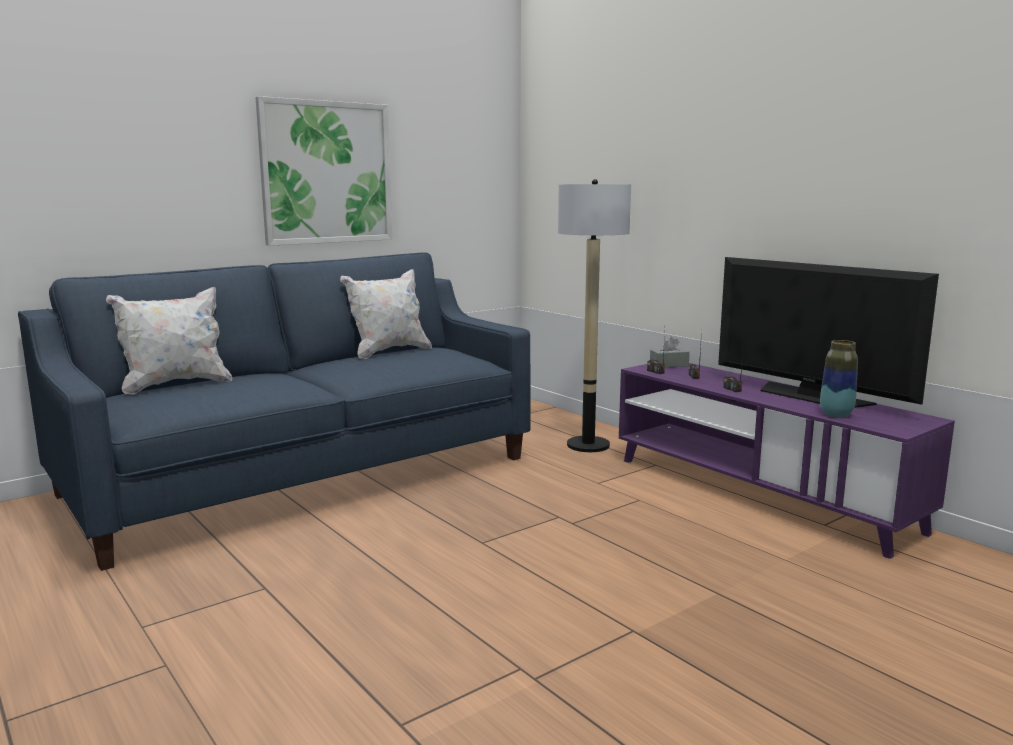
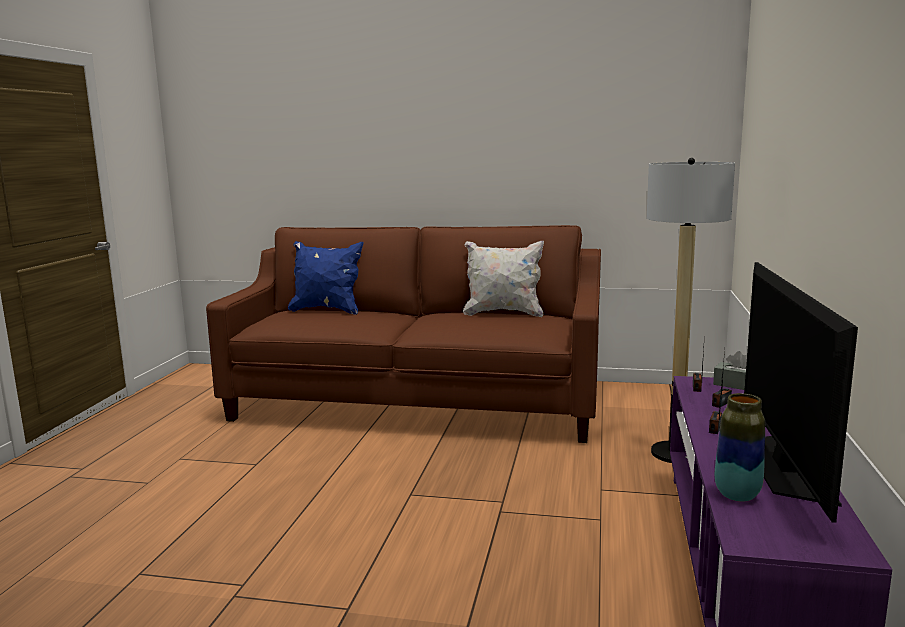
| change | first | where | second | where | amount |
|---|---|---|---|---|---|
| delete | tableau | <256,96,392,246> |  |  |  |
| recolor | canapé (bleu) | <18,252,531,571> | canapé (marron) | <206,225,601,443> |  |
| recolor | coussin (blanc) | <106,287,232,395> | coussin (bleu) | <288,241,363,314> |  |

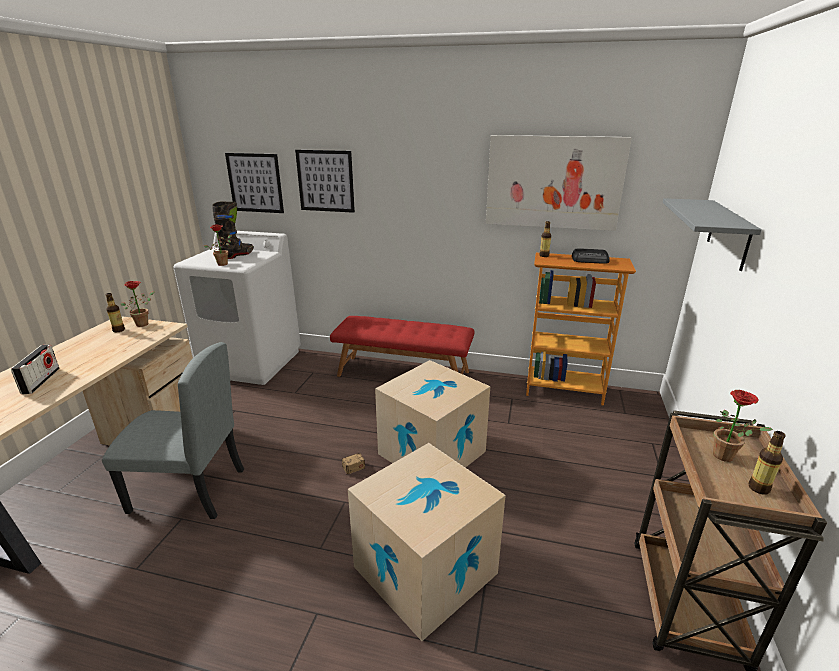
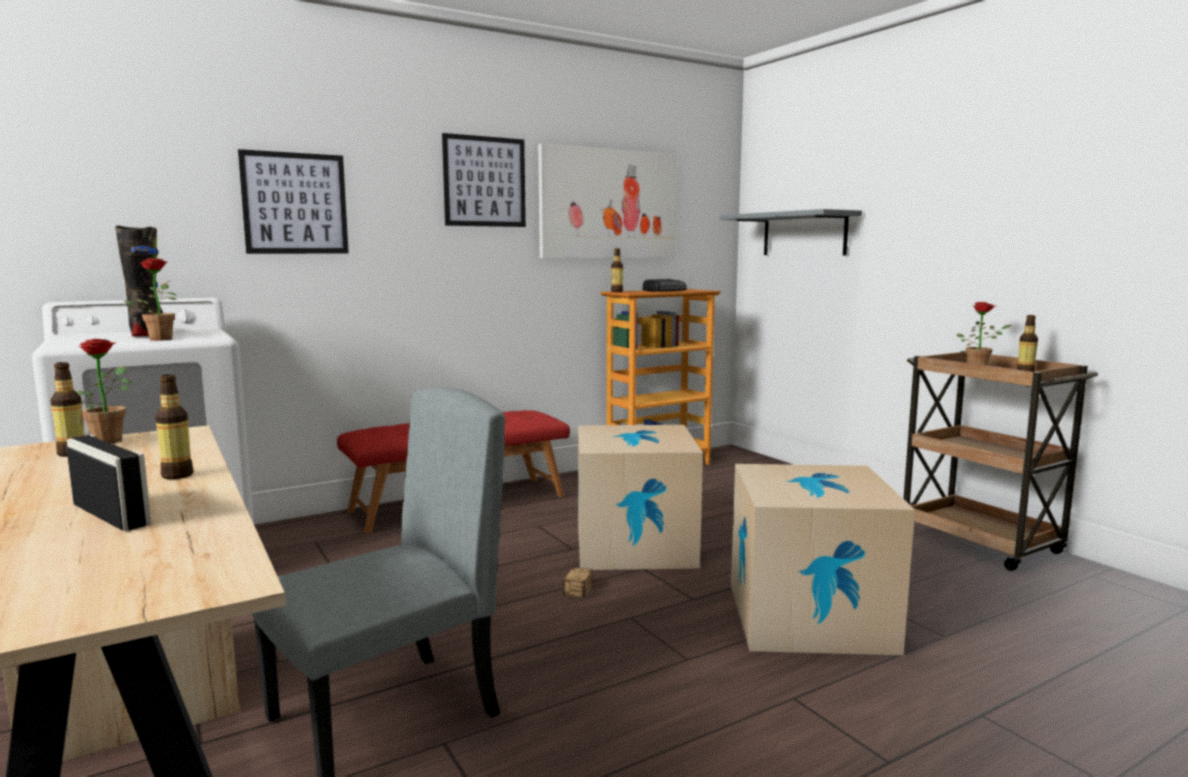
| change | first | where | second | where | amount |
|---|---|---|---|---|---|
| insert |  |  | bouteille | <155,374,193,479> |  |
| move | tableau | <225,153,284,213> |  | <442,133,526,227> |  |

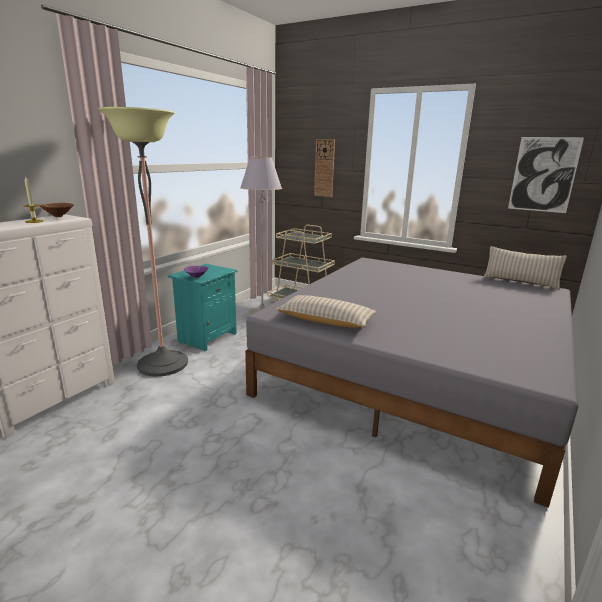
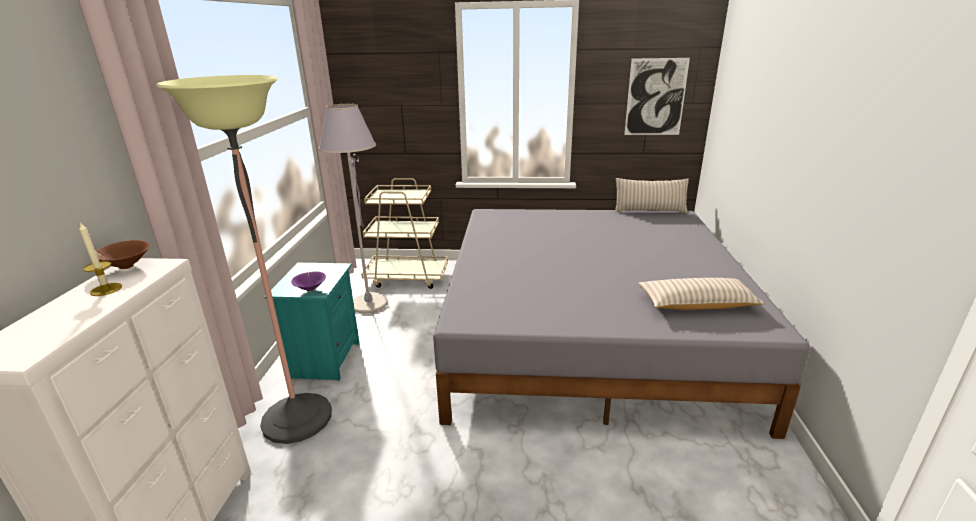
| change | first | where | second | where | amount |
|---|---|---|---|---|---|
| delete | horloge murale | <314,139,335,197> |  |  |  |
| move | coussin (beige) | <275,295,377,328> |  | <638,278,765,310> |  |

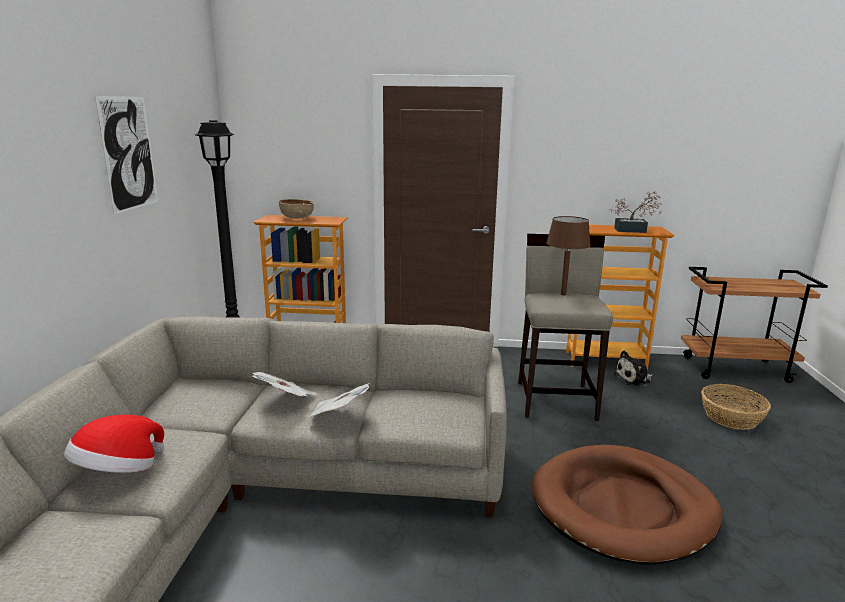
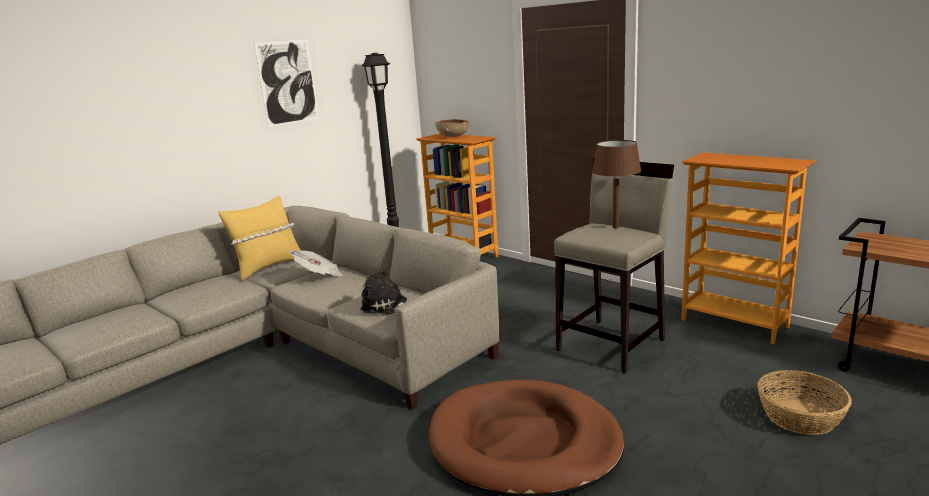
| change | first | where | second | where | amount |
|---|---|---|---|---|---|
| delete | chapeau | <64,415,164,473> |  |  |  |
| delete | journal | <307,383,370,418> |  |  |  |
| delete | plante en pot | <610,191,662,233> |  |  |  |
| insert |  |  | coussin (jaune) | <218,196,301,280> |  |
| move | peluche | <613,350,653,387> |  | <360,267,407,315> |  |

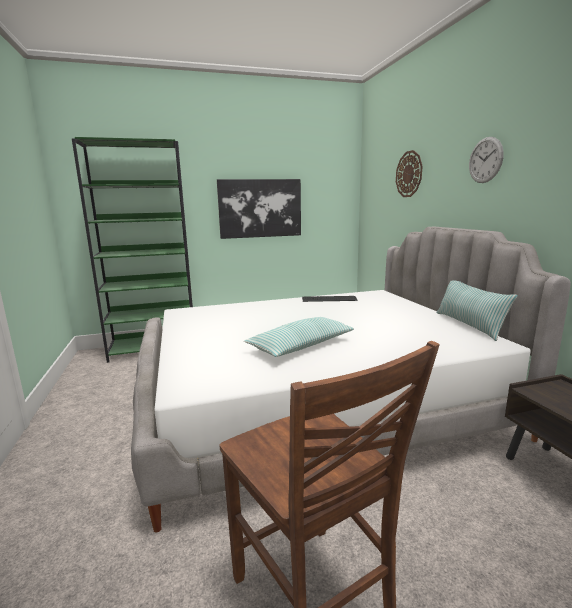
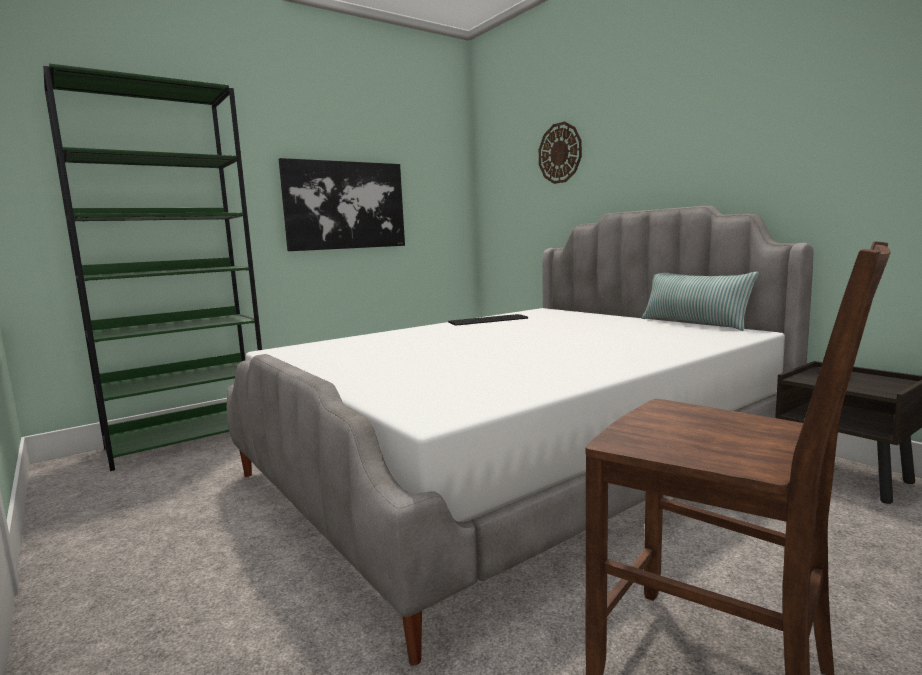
| change | first | where | second | where | amount |
|---|---|---|---|---|---|
| delete | coussin | <244,317,354,357> |  |  |  |
| delete | horloge murale | <469,137,504,183> |  |  |  |

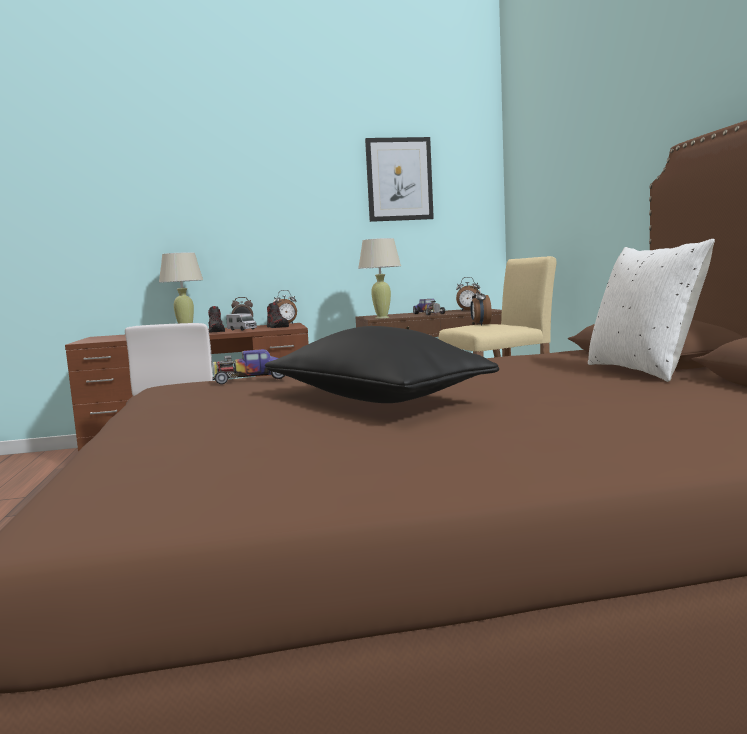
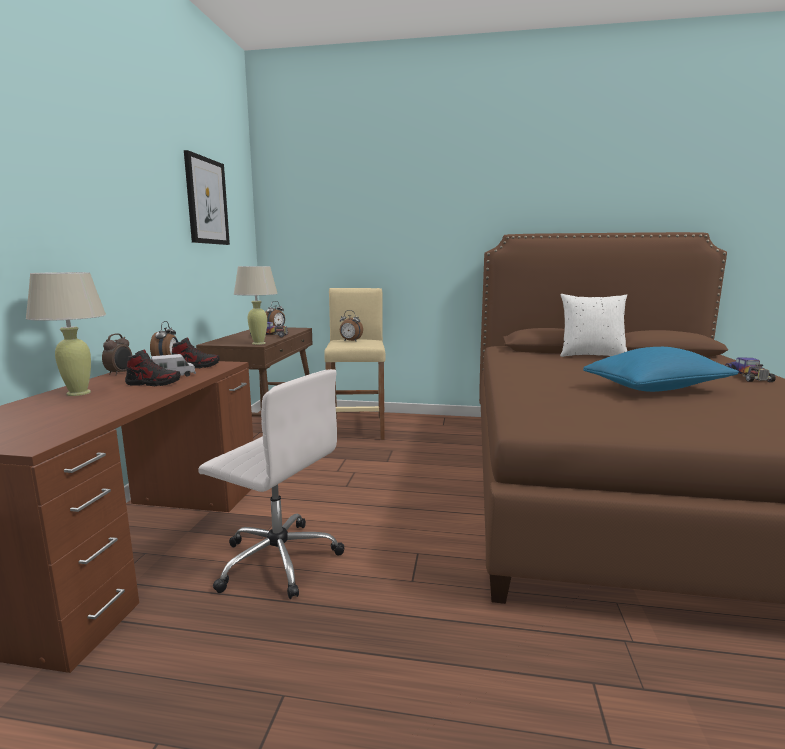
| change | first | where | second | where | amount |
|---|---|---|---|---|---|
| move | petite voiture | <212,349,285,384> |  | <725,357,776,382> |  |
| recolor | coussin (noir) | <265,326,499,403> | coussin (bleu) | <583,347,739,392> |  |

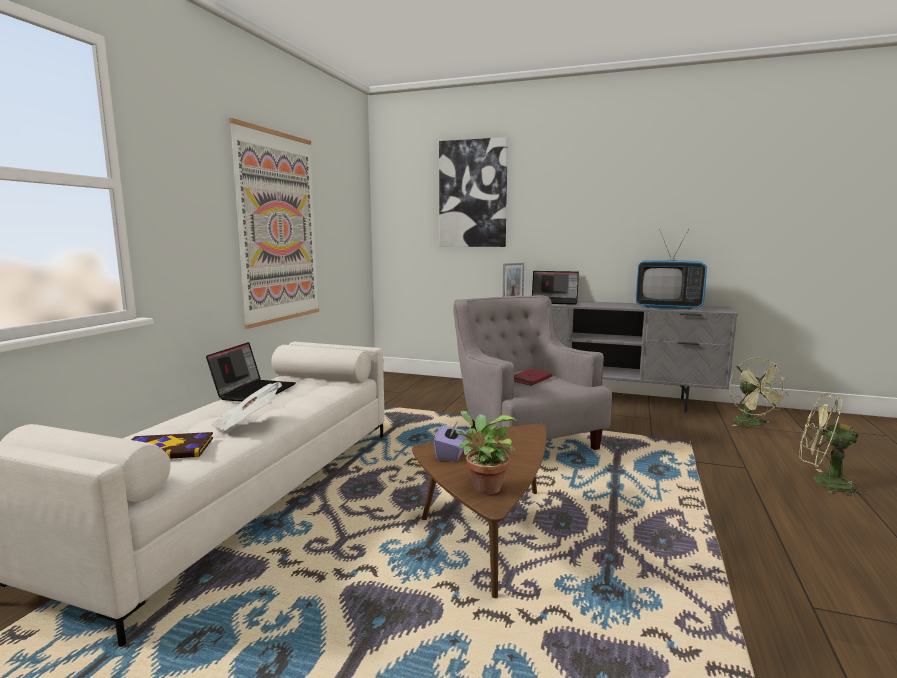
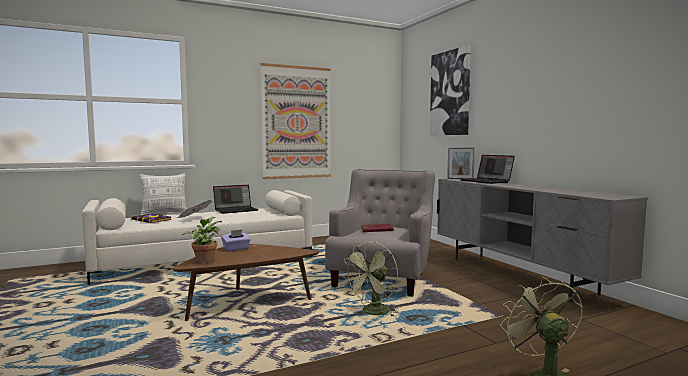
| change | first | where | second | where | amount |
|---|---|---|---|---|---|
| delete | téléviseur | <635,229,707,310> |  |  |  |
| insert |  |  | coussin | <140,173,187,215> |  |
| move | ventilateur (vert) | <729,357,789,426> |  | <342,242,398,316> |  |

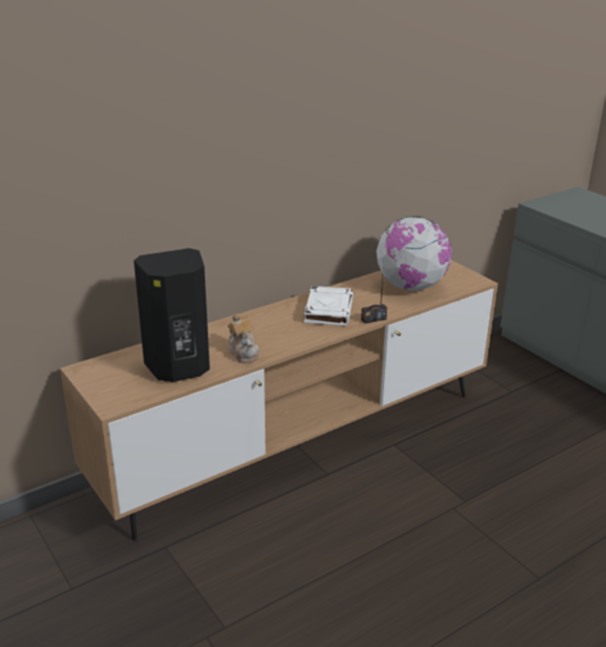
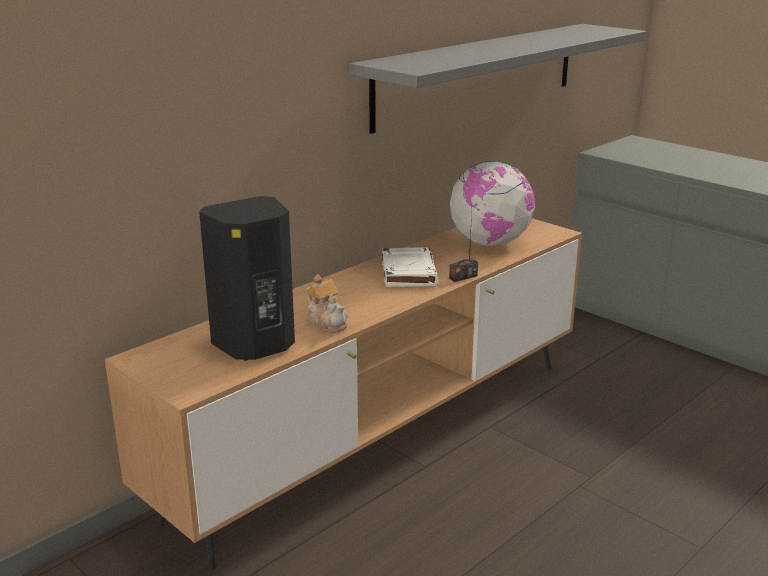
| change | first | where | second | where | amount |
|---|---|---|---|---|---|
| insert |  |  | étagère (gris) | <349,24,646,134> |  |

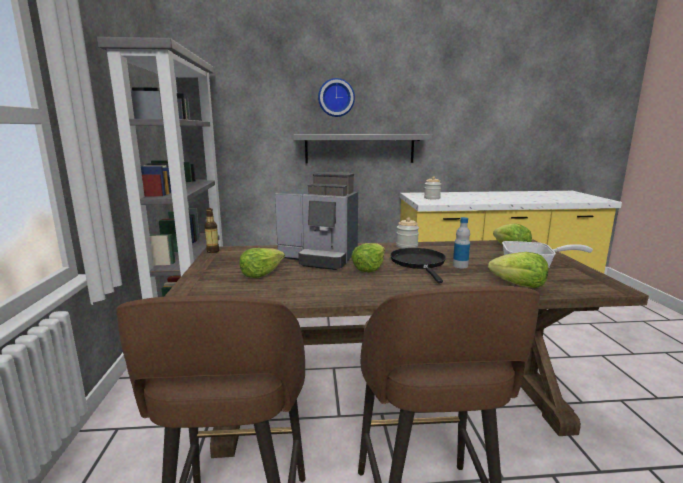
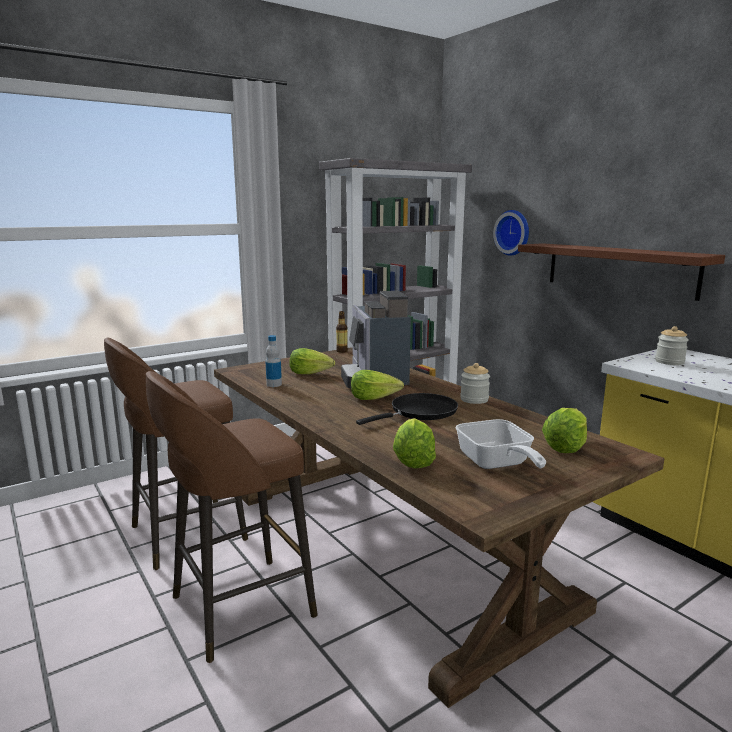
| change | first | where | second | where | amount |
|---|---|---|---|---|---|
| move | horloge murale | <318,78,355,117> |  | <493,210,529,256> |  |
| move | bouteille | <453,217,470,268> |  | <265,335,282,387> |  |
| recolor | étagère (gris) | <293,134,432,163> | étagère (marron) | <518,243,725,301> |  |

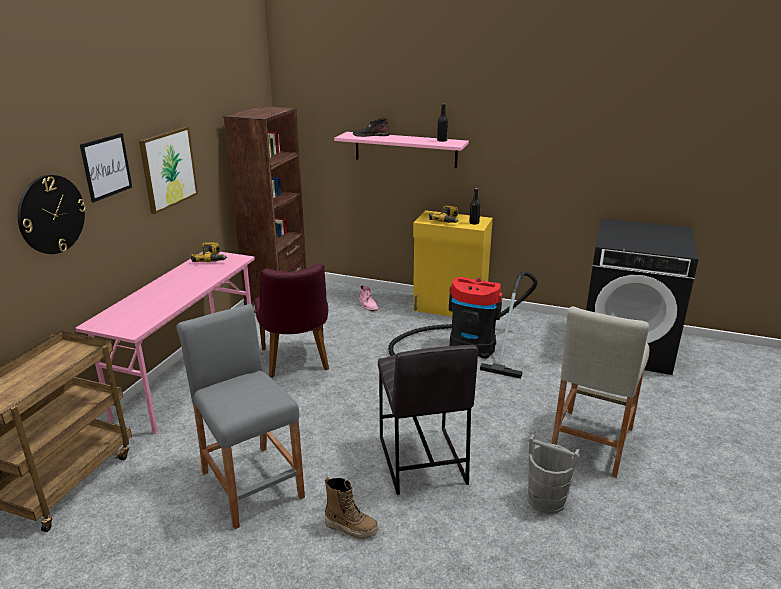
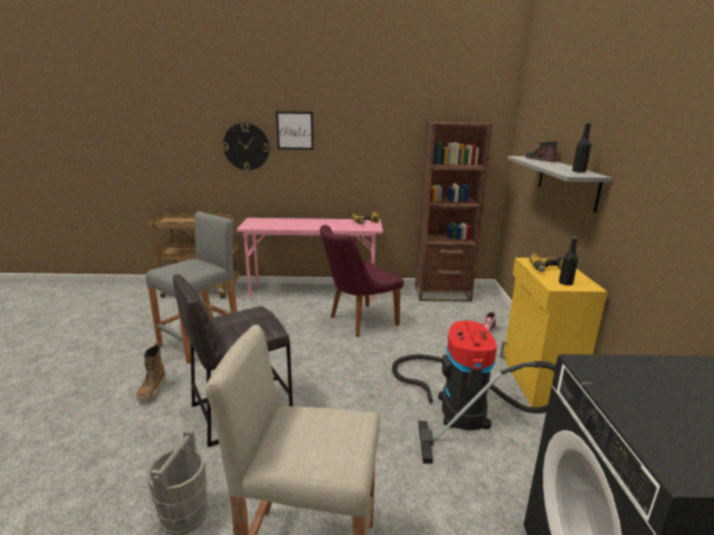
| change | first | where | second | where | amount |
|---|---|---|---|---|---|
| delete | tableau | <139,127,198,214> |  |  |  |
| recolor | étagère (rose) | <334,132,469,168> | étagère (gris) | <507,156,612,213> |  |

